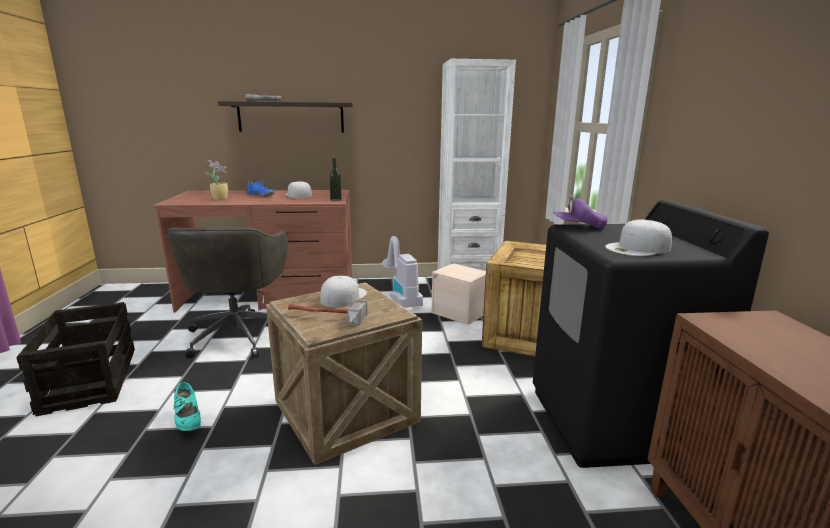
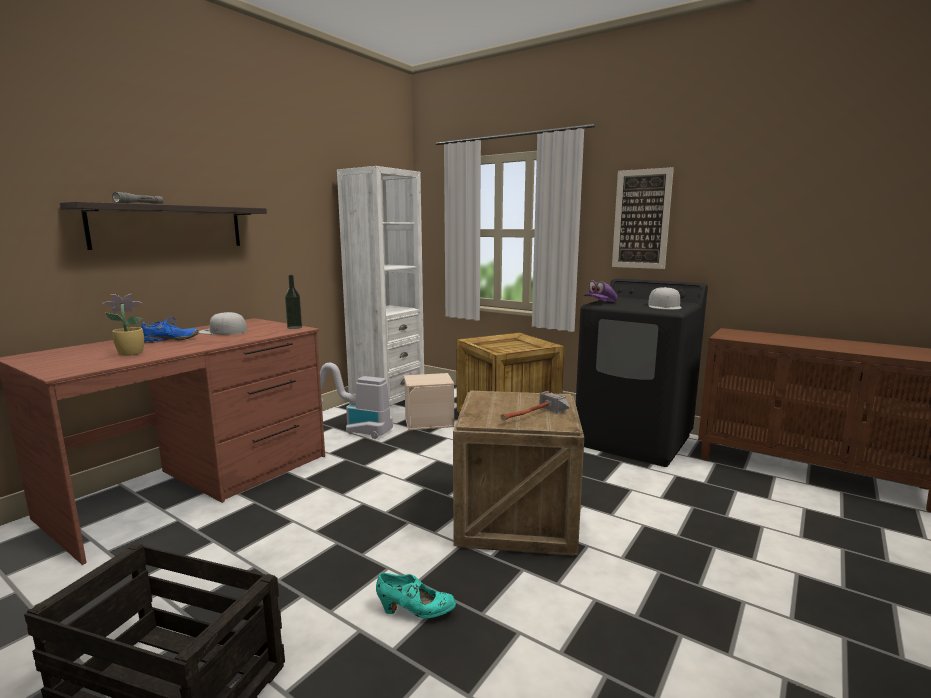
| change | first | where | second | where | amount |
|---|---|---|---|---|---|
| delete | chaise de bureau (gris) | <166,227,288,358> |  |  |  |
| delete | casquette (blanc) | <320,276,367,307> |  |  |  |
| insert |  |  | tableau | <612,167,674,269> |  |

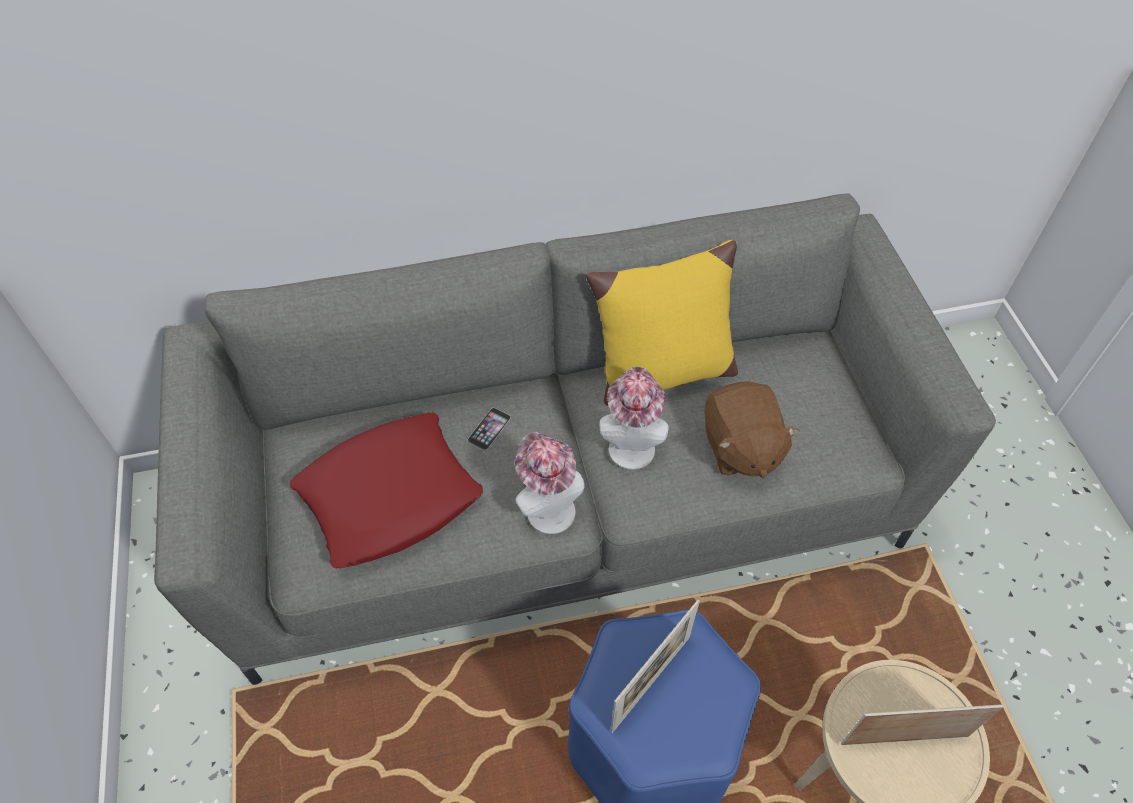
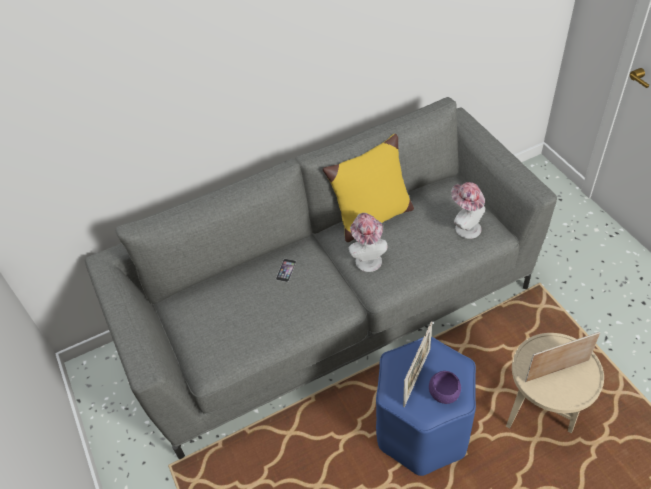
| change | first | where | second | where | amount |
|---|---|---|---|---|---|
| delete | coussin (rouge) | <290,412,483,569> |  |  |  |
| delete | peluche (marron) | <704,381,799,478> |  |  |  |
| insert |  |  | bol (violet) | <429,371,461,404> |  |
| move | chapeau | <515,432,585,534> |  | <451,182,485,239> |  |

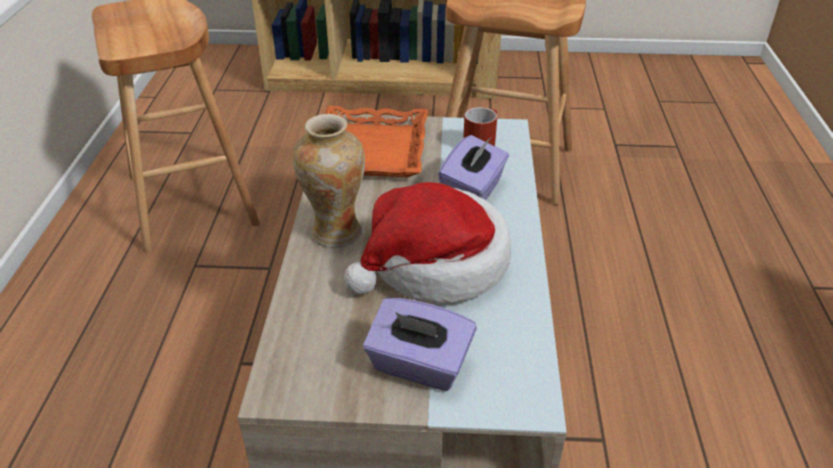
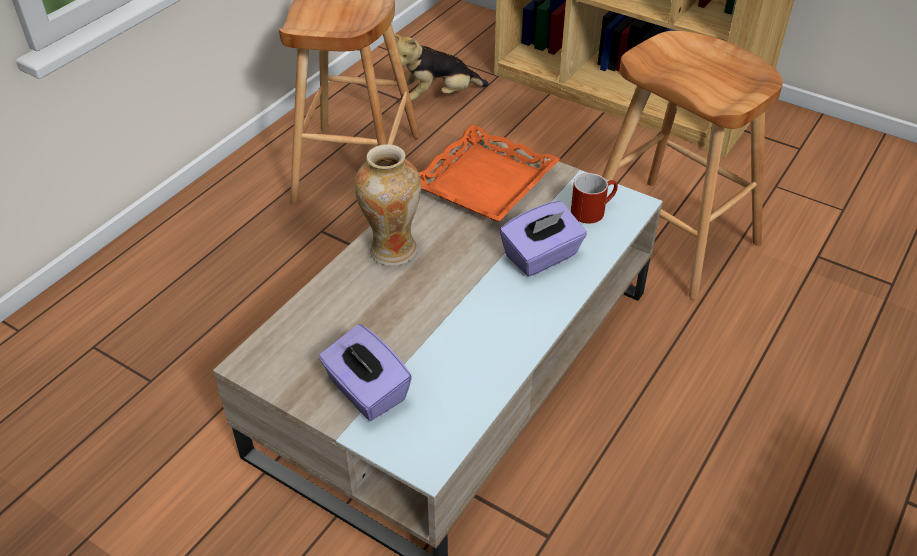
| change | first | where | second | where | amount |
|---|---|---|---|---|---|
| delete | chapeau | <344,182,511,303> |  |  |  |
| insert |  |  | peluche | <394,34,489,101> |  |

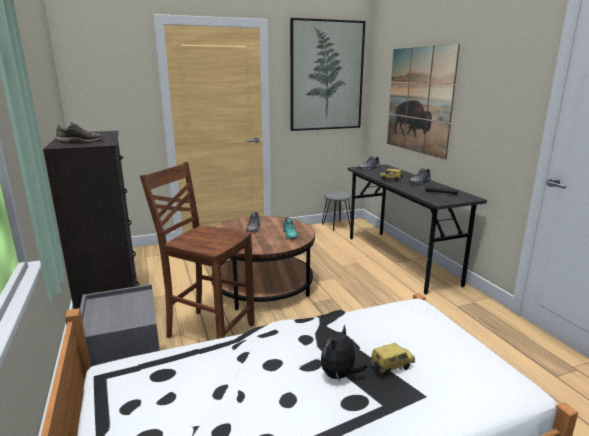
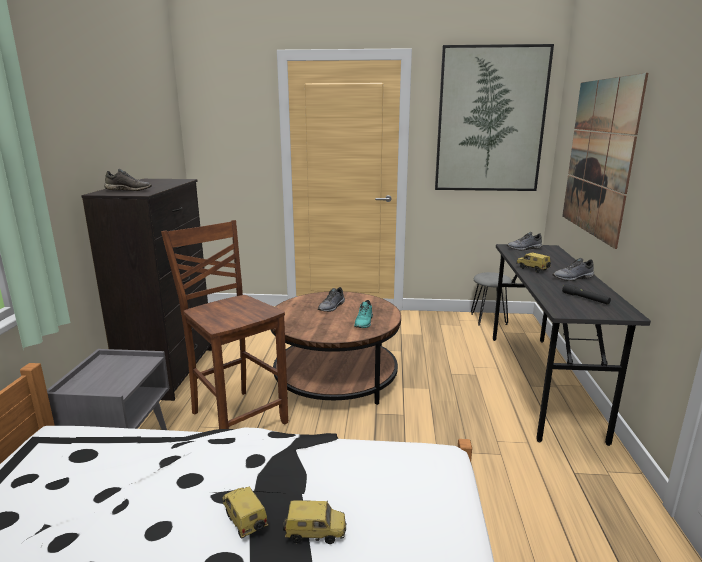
| change | first | where | second | where | amount |
|---|---|---|---|---|---|
| replace | peluche | <321,325,367,382> | petite voiture | <222,487,269,538> |  |

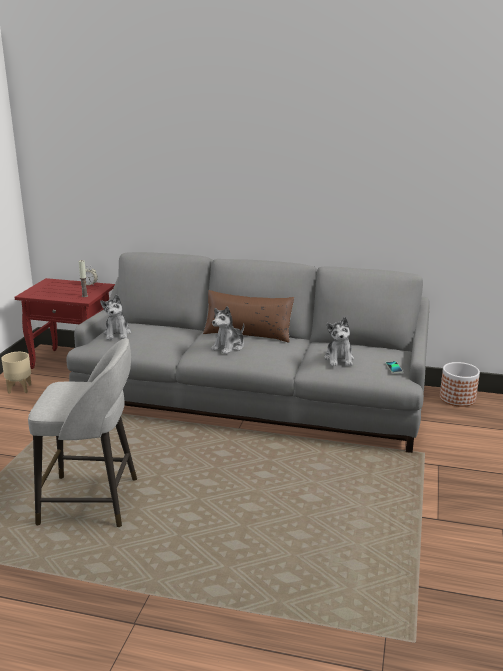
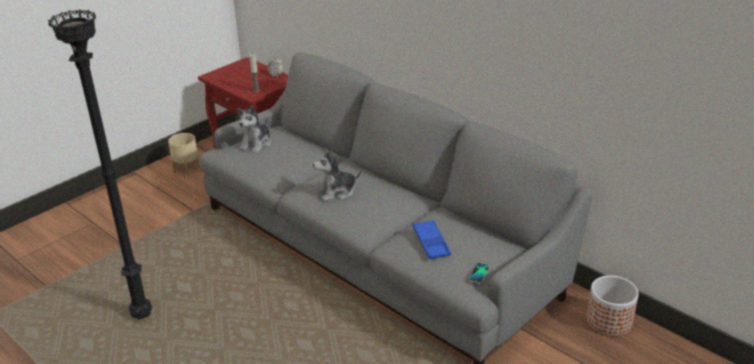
| change | first | where | second | where | amount |
|---|---|---|---|---|---|
| delete | coussin (marron) | <203,290,294,343> |  |  |  |
| replace | tabouret (gris) | <28,338,137,527> | lampadaire (noir) | <48,9,152,319> |  |
| replace | peluche | <324,317,354,366> | plateau (bleu) | <413,220,451,259> |  |

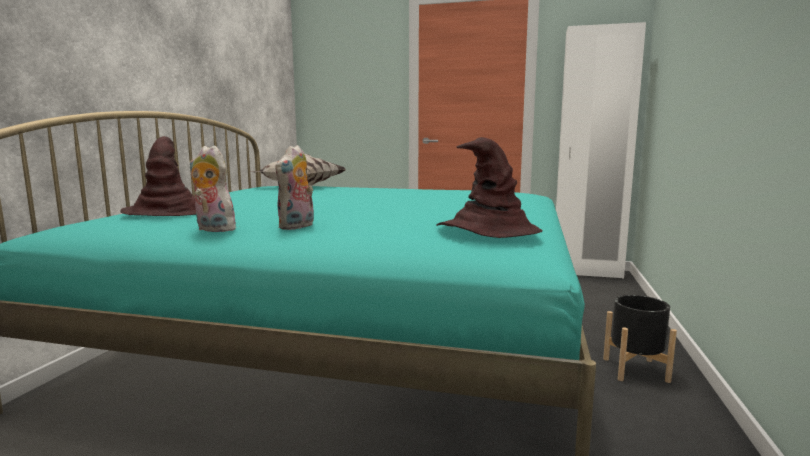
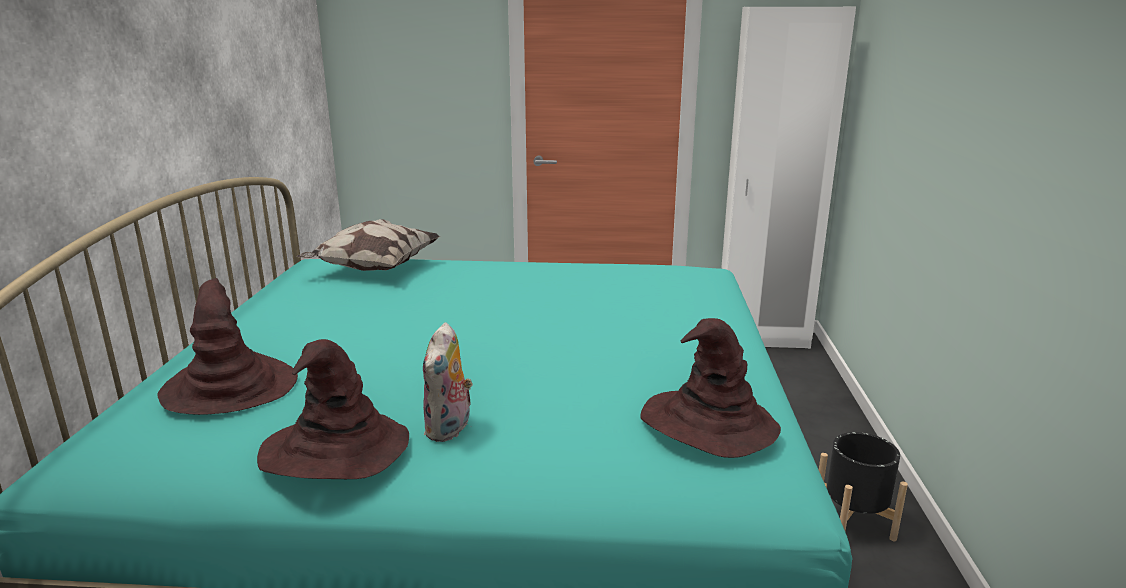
| change | first | where | second | where | amount |
|---|---|---|---|---|---|
| replace | peluche | <190,145,241,232> | chapeau (marron) | <257,339,409,479> |  |

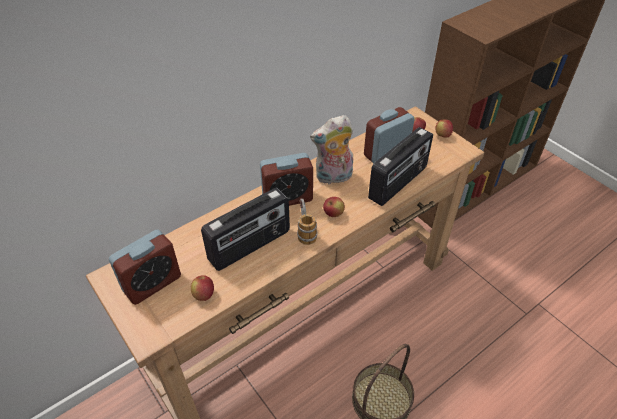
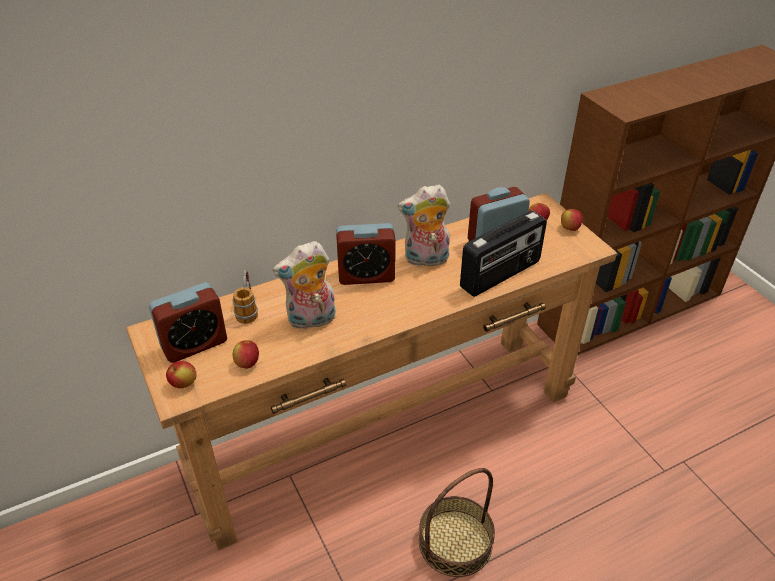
| change | first | where | second | where | amount |
|---|---|---|---|---|---|
| move | mug | <297,198,318,245> |  | <233,270,258,324> |  |
| move | pomme | <323,197,345,217> |  | <166,361,197,388> |  |
| replace | radio | <201,188,290,271> | peluche | <273,241,336,330> |  |

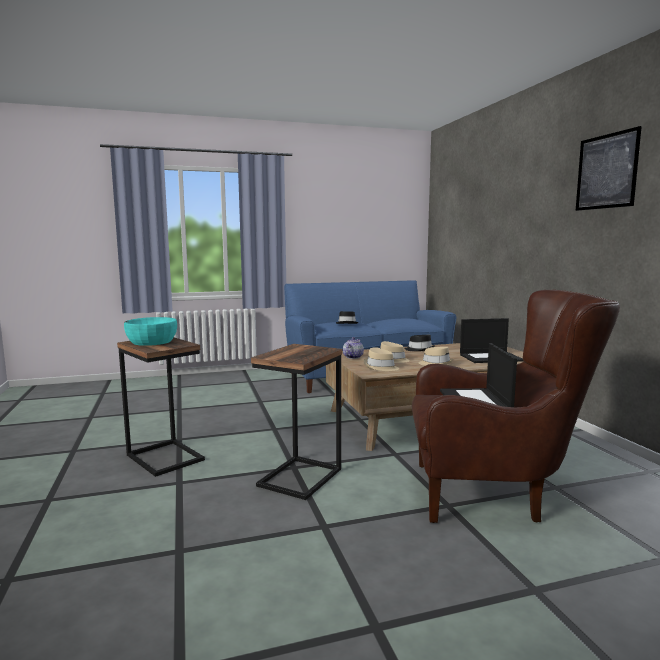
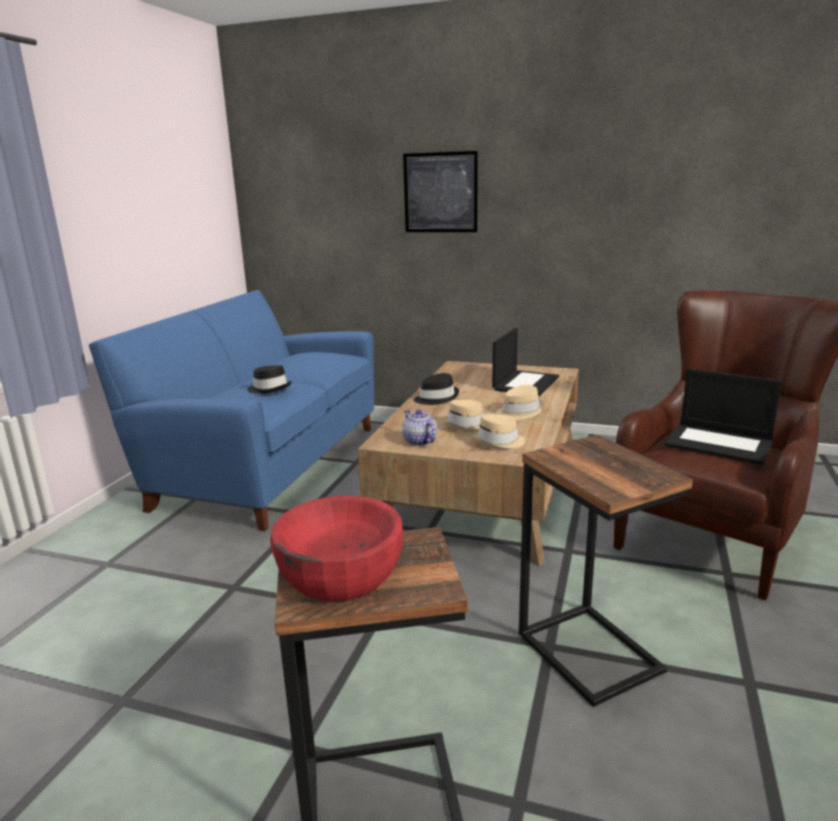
| change | first | where | second | where | amount |
|---|---|---|---|---|---|
| move | tableau | <576,126,642,211> |  | <403,151,478,232> |  |
| recolor | bol (turquoise) | <124,317,177,346> | bol (rouge) | <270,495,403,602> |  |

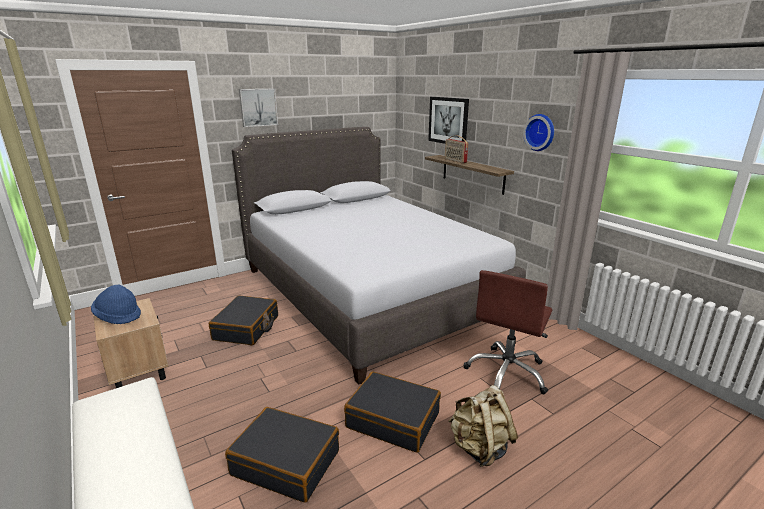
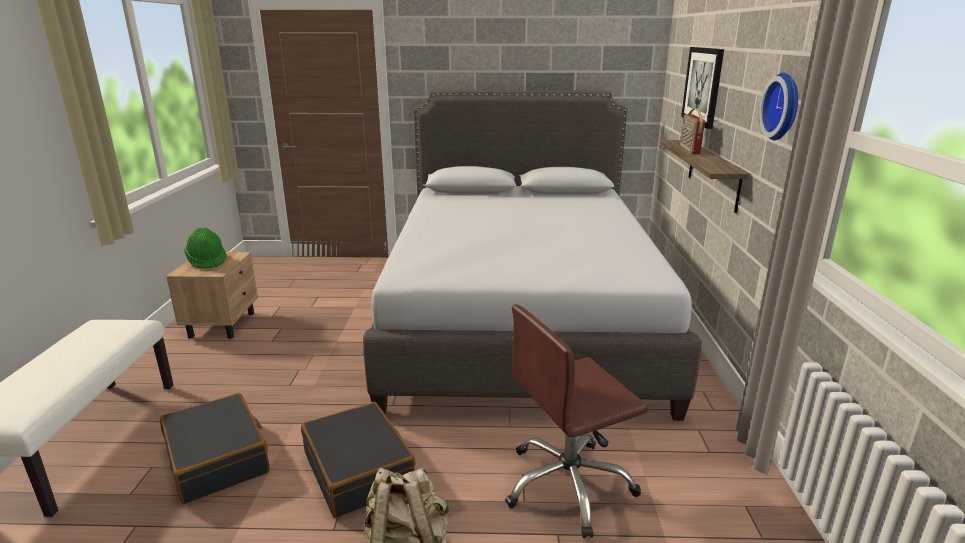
| change | first | where | second | where | amount |
|---|---|---|---|---|---|
| delete | valise (noir) | <209,295,278,345> |  |  |  |
| delete | tableau | <239,89,278,127> |  |  |  |
| recolor | chapeau (bleu) | <91,285,141,324> | chapeau (vert) | <184,227,227,269> |  |

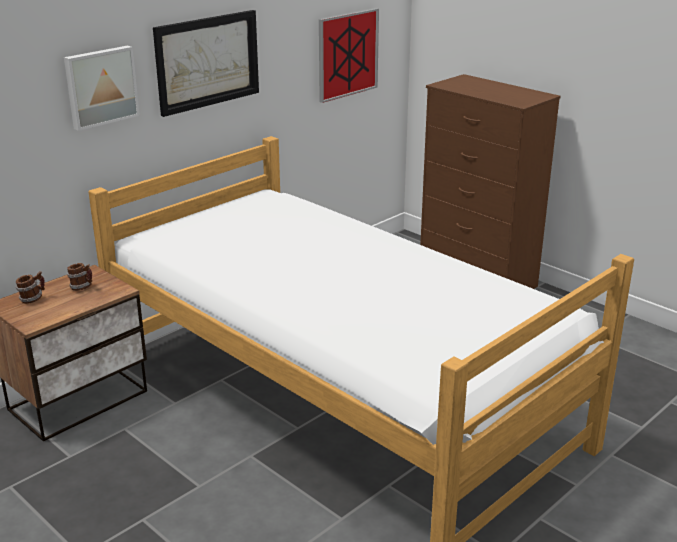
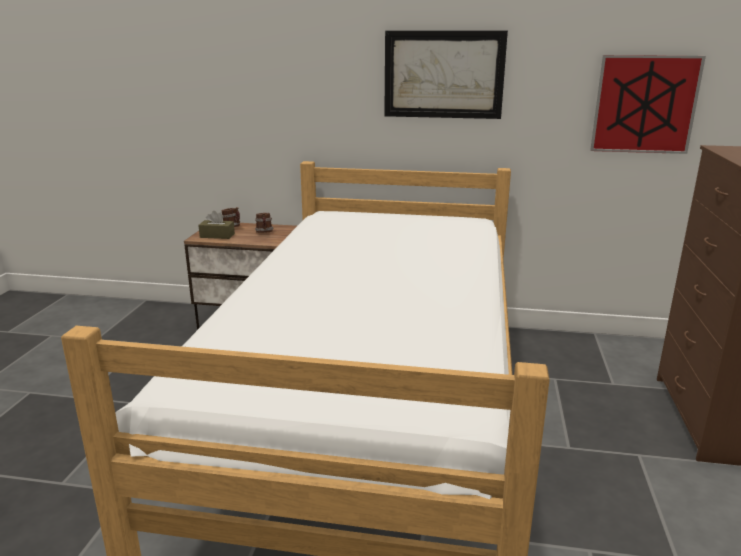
| change | first | where | second | where | amount |
|---|---|---|---|---|---|
| delete | tableau | <64,46,140,131> |  |  |  |
| insert |  |  | boîte à mouchoirs (marron) | <198,211,235,239> |  |

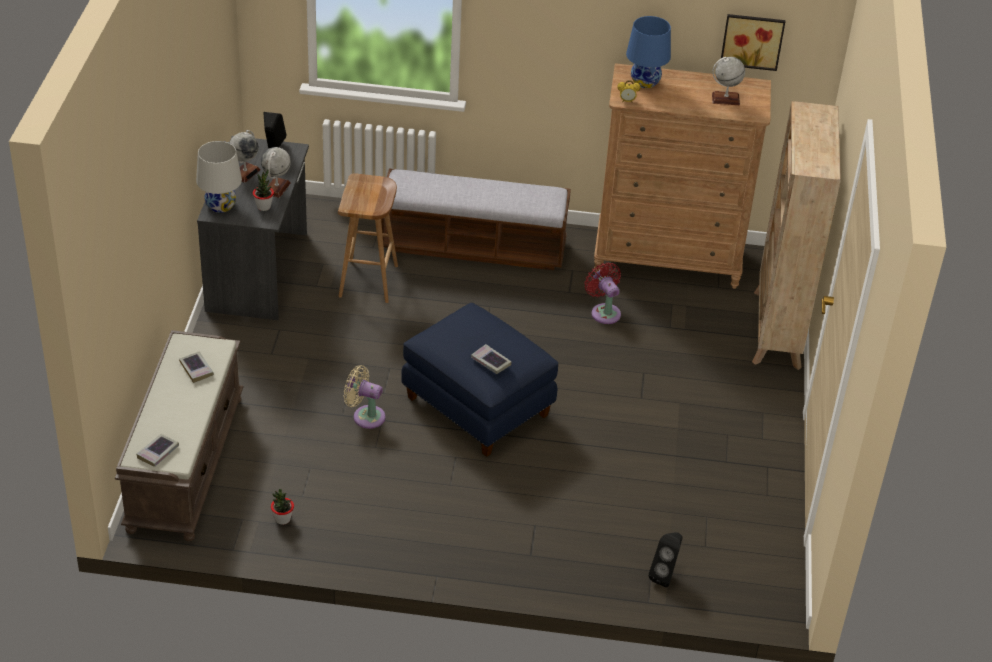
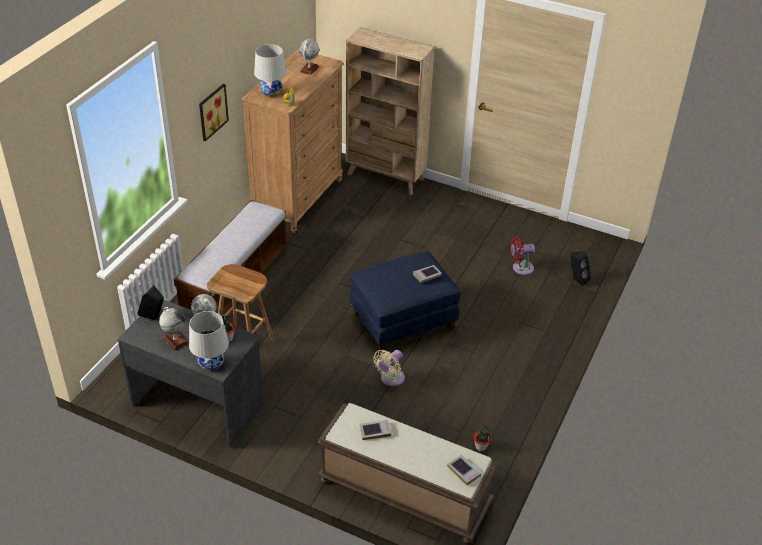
| change | first | where | second | where | amount |
|---|---|---|---|---|---|
| move | ventilateur (rouge) | <584,262,621,324> |  | <510,236,535,275> |  |
| move | tableau | <721,14,785,71> |  | <199,84,229,141> |  |
| recolor | lampe de table (bleu) | <626,16,671,88> | lampe de table (blanc) | <254,44,286,97> |  |

